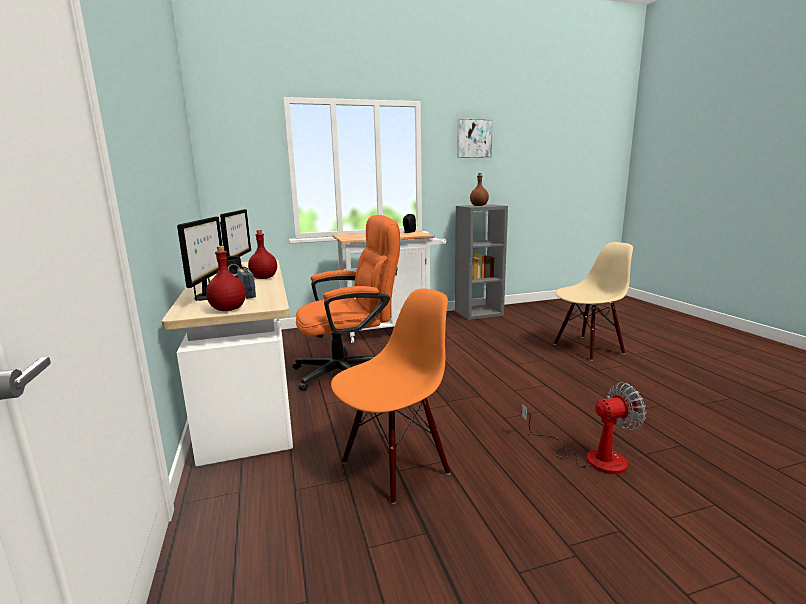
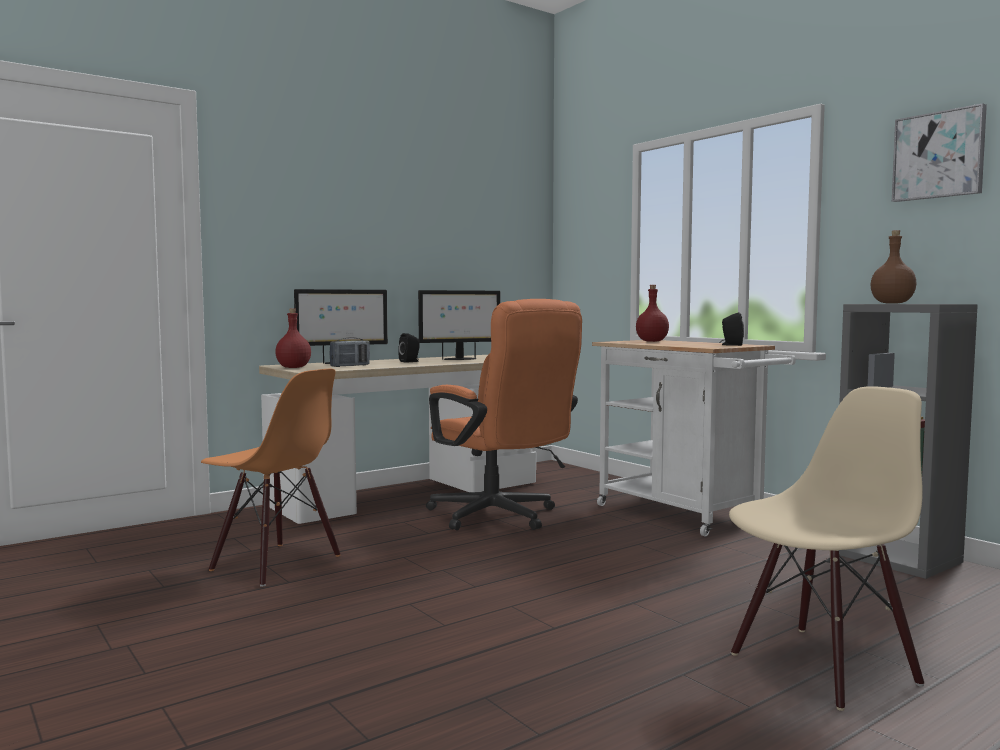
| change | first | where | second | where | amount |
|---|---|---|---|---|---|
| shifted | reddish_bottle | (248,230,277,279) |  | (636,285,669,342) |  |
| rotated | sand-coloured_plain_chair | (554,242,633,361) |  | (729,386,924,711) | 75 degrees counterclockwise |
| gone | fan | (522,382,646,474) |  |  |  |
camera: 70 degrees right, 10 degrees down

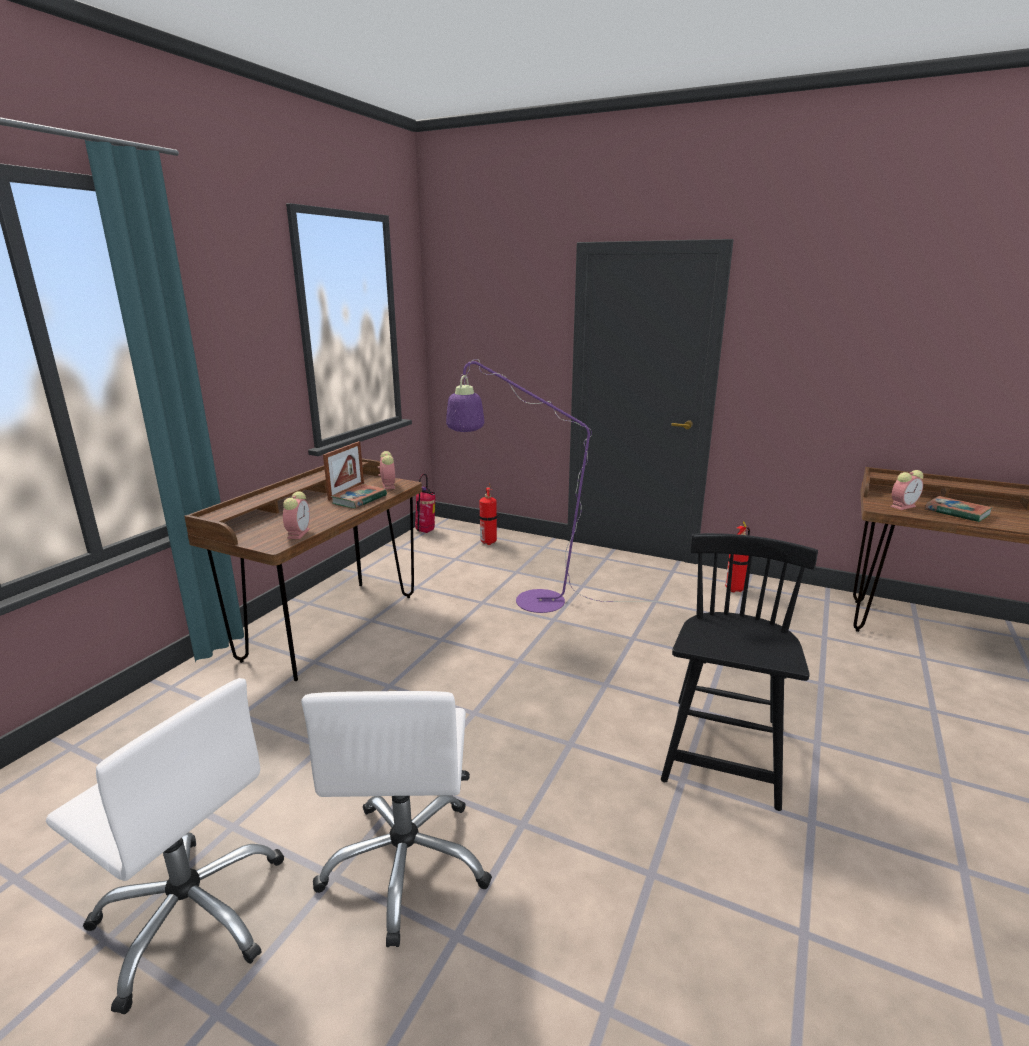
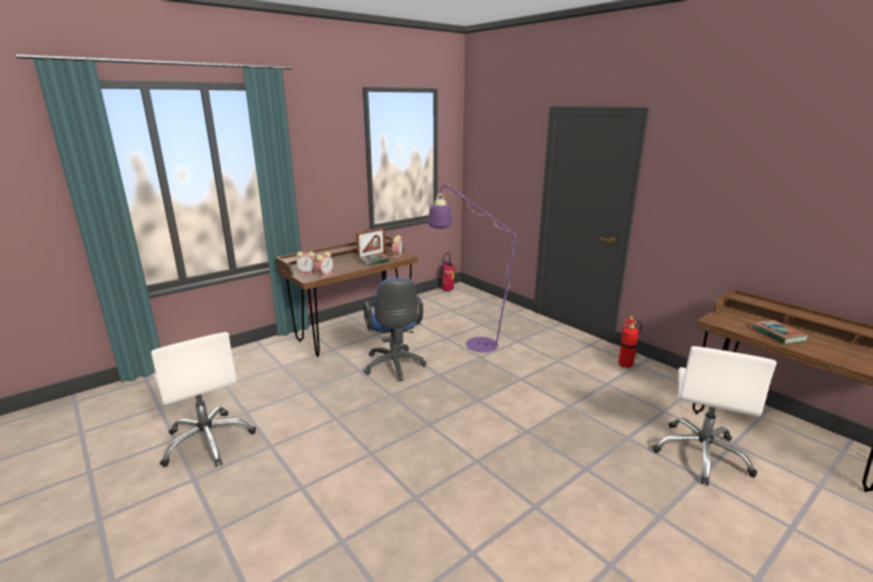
| change | first | where | second | where | amount |
|---|---|---|---|---|---|
| shifted | bedside_clock | (890,470,924,510) |  | (296,251,316,275) |  |
| new |  |  | blue_desk_chair | (364,278,426,381) |  |
| shifted | white-coloured_desk_chair | (301,691,492,947) |  | (652,346,777,486) |  |
| gone | extinguisher | (479,483,497,545) |  |  |  |
| gone | blackish_plain_chair | (661,533,818,811) |  |  |  |
camera: 25 degrees right, 0 degrees up

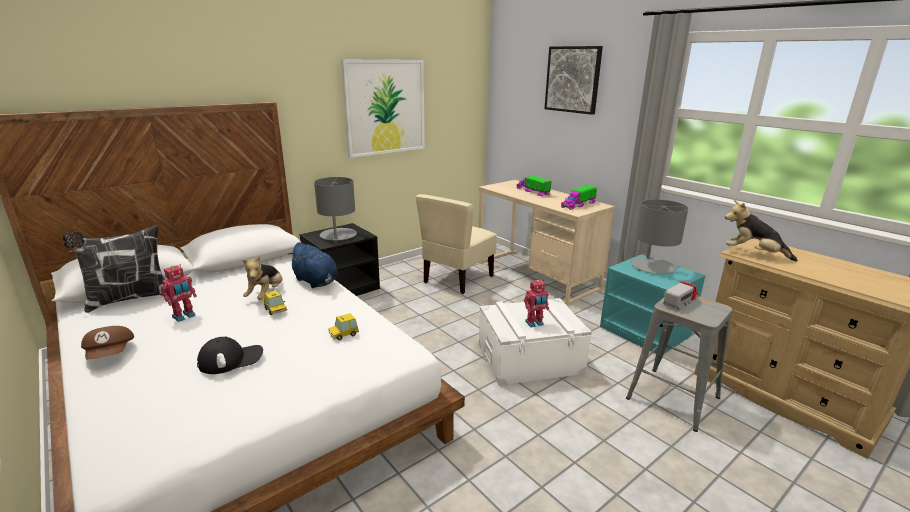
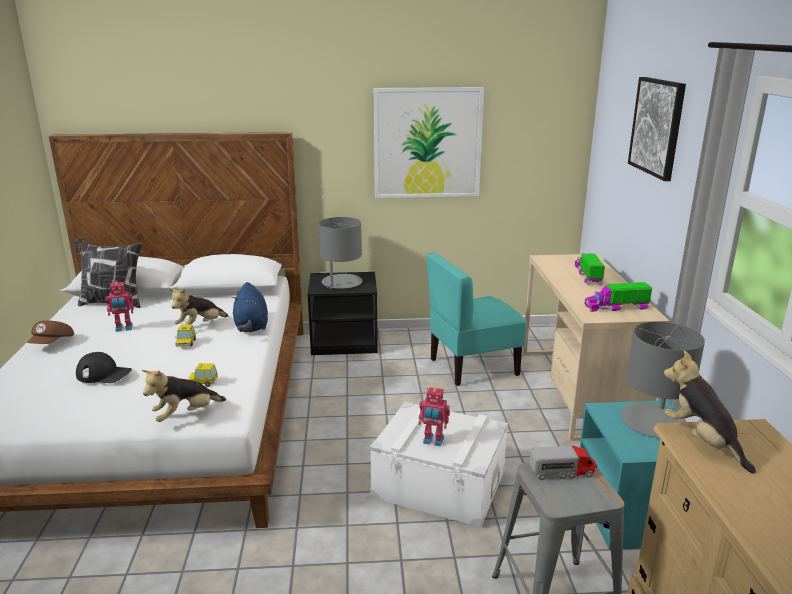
| change | first | where | second | where | amount |
|---|---|---|---|---|---|
| new |  |  | soft_toy | (142,370,226,422) |  |
| repainted | sand-coloured_plain_chair | (416,194,497,294) | turquoise-coloured_plain_chair | (426,253,527,386) |  |
camera: 35 degrees right, 0 degrees up

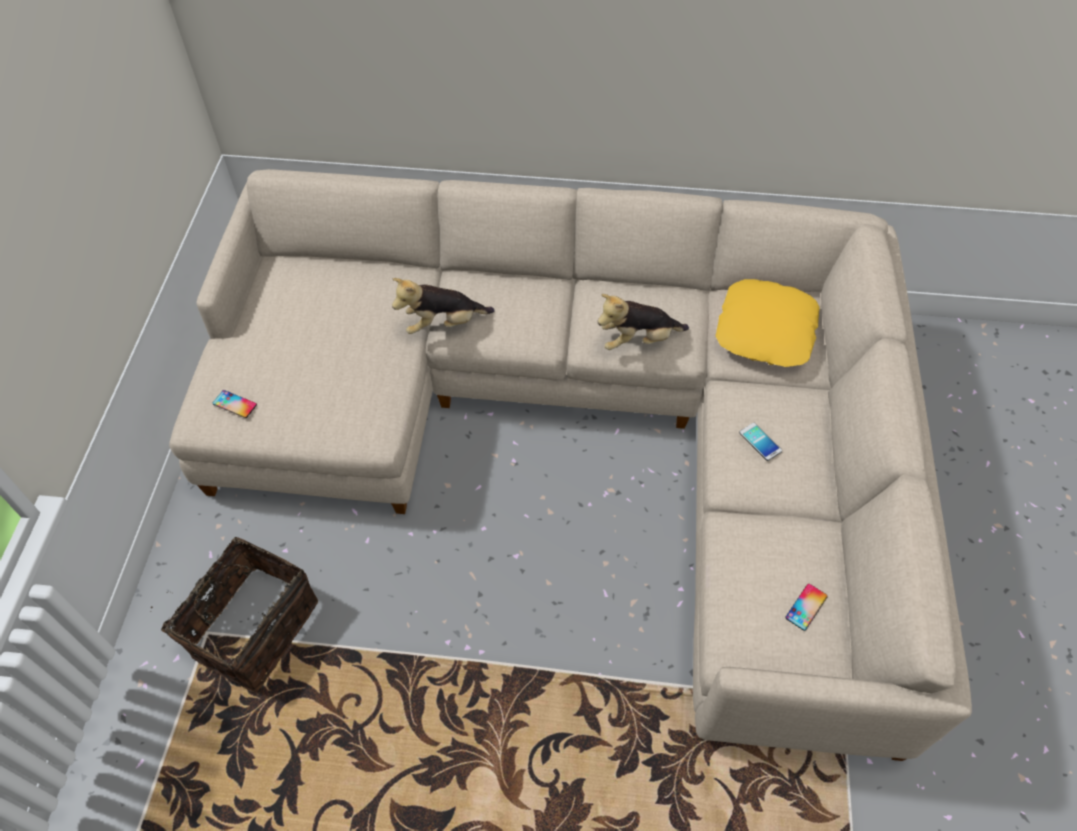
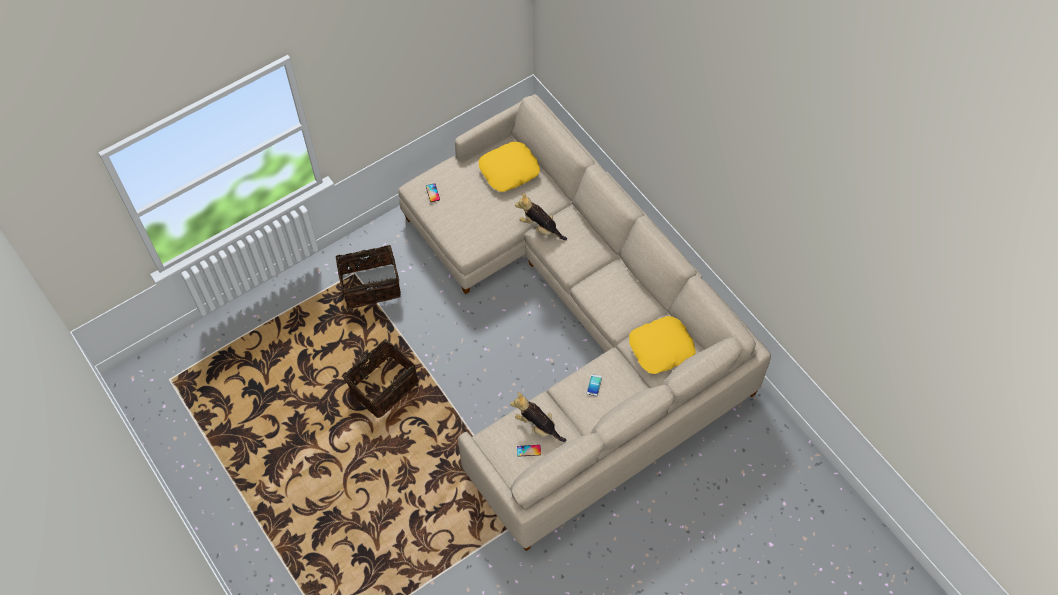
| change | first | where | second | where | amount |
|---|---|---|---|---|---|
| new |  |  | basket | (342,339,419,418) |  |
| new |  |  | yellow_pillow | (479,142,540,192) |  |
| shifted | soft_toy | (598,294,689,350) |  | (510,392,567,442) |  |
camera: 50 degrees right, 5 degrees up

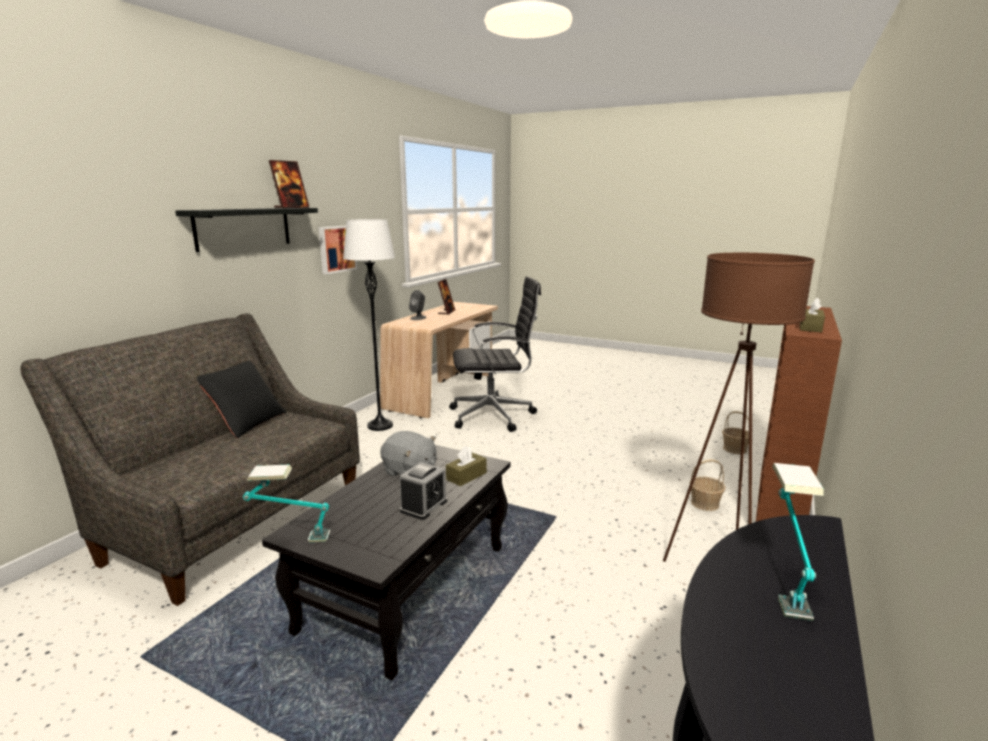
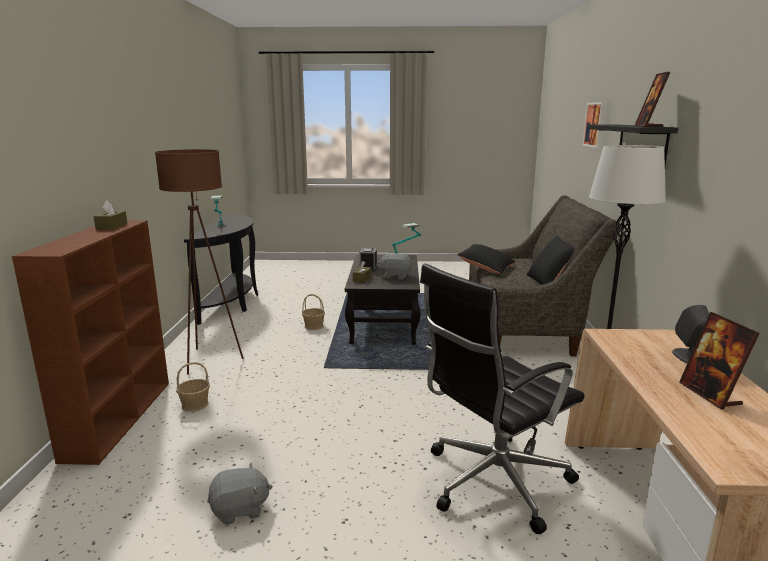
| change | first | where | second | where | amount |
|---|---|---|---|---|---|
| new |  |  | greyish_soft_toy | (207,462,273,525) |  |
| shifted | basket | (722,411,749,454) |  | (302,294,325,330) |  |
| new |  |  | blackish_pillow | (457,244,515,274) |  |
| shifted | wall_picture | (319,226,357,274) |  | (582,102,607,148) |  |
camera: 155 degrees right, 0 degrees up

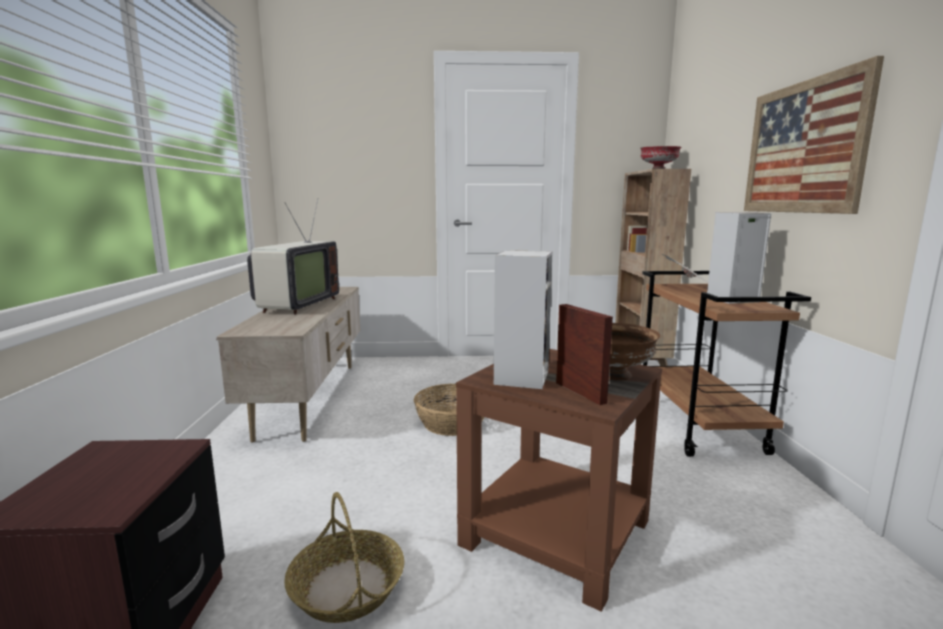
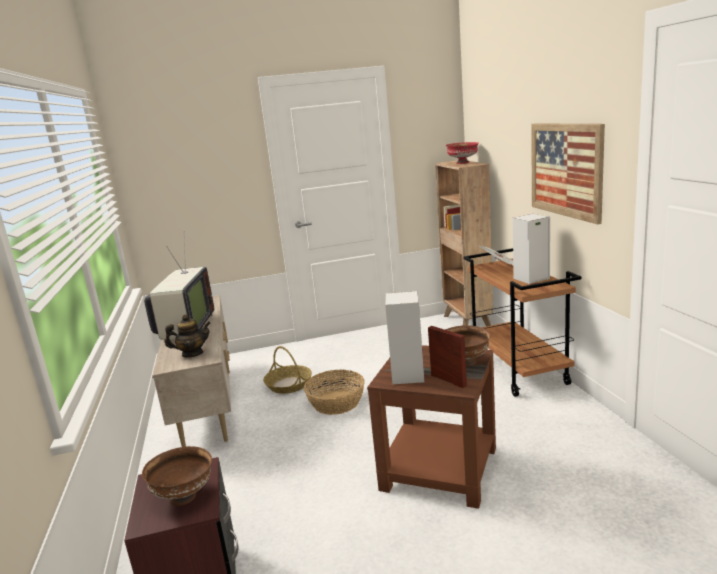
| change | first | where | second | where | amount |
|---|---|---|---|---|---|
| new |  |  | brownish_bowl | (142,446,212,506) |  |
| new |  |  | teapot | (165,314,211,358) |  |
| shifted | basket | (284,492,404,623) |  | (263,346,312,394) |  |
camera: 10 degrees left, 5 degrees up

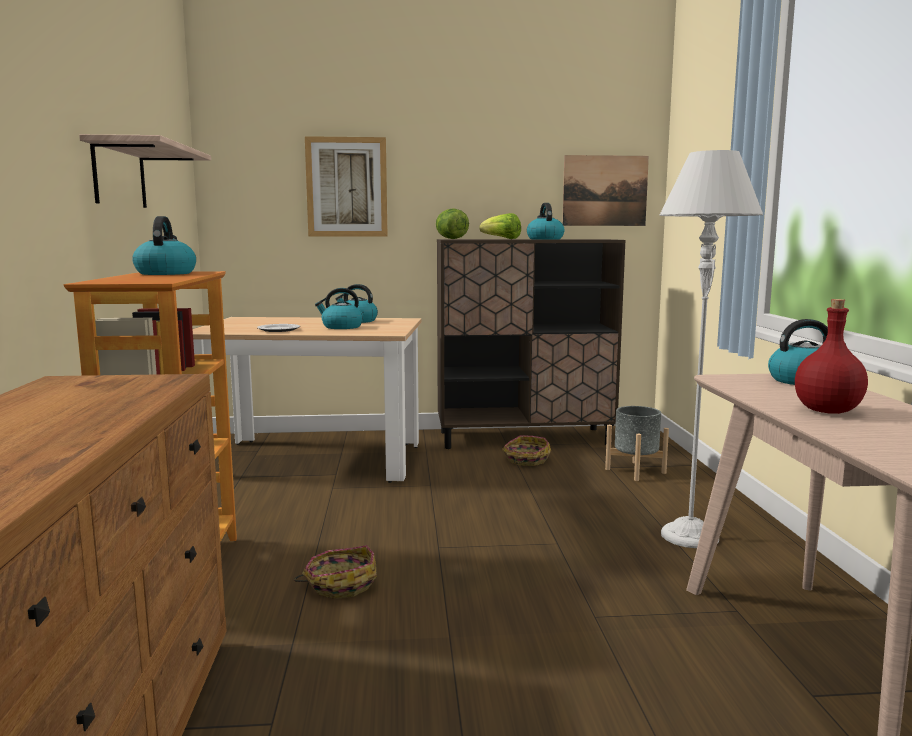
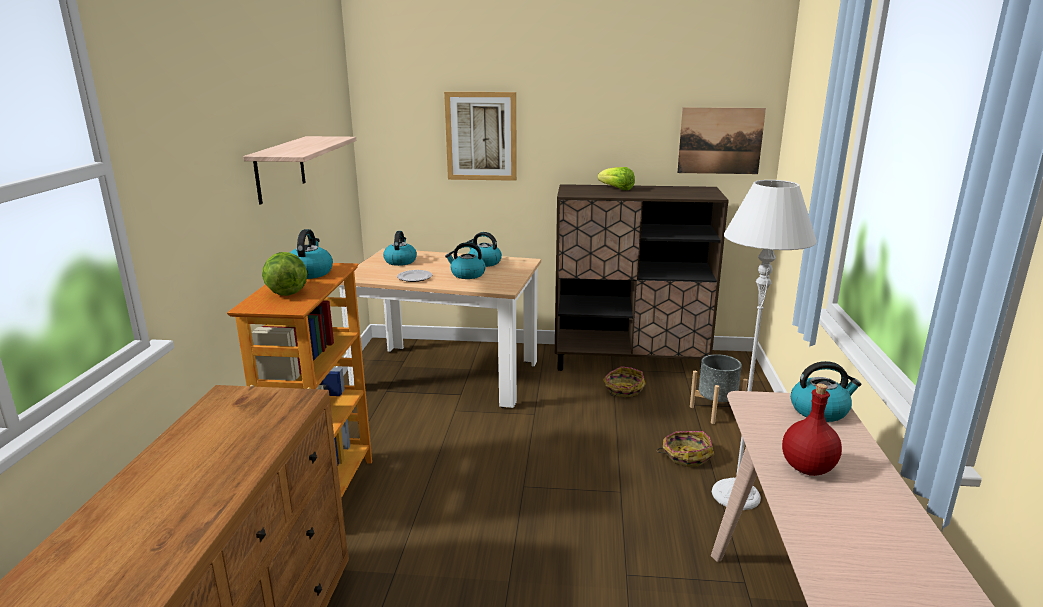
| change | first | where | second | where | amount |
|---|---|---|---|---|---|
| shifted | head_of_lettuce | (436,209,469,239) |  | (262,252,307,296) |  |
| shifted | tea_kettle | (527,203,564,239) |  | (383,231,417,266) |  |
| shifted | basket | (294,545,377,599) |  | (657,431,714,467) |  |
camera: 10 degrees right, 10 degrees up

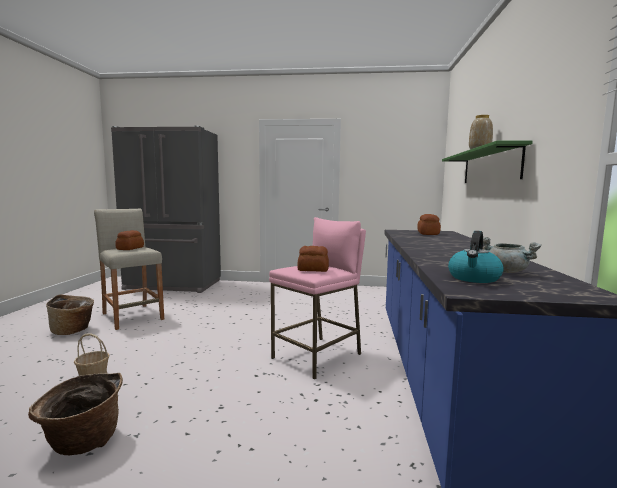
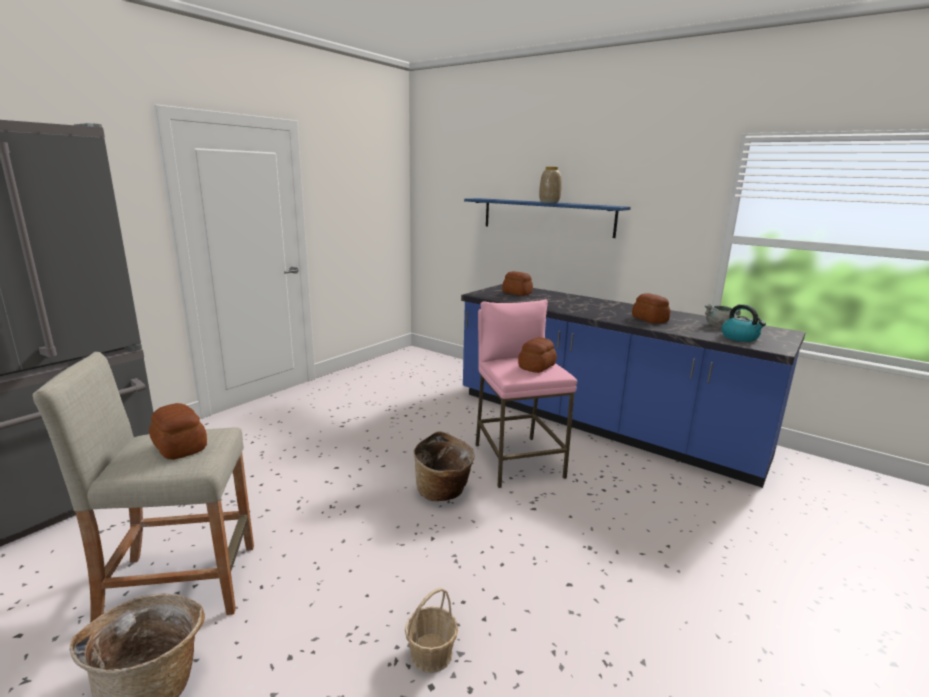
| change | first | where | second | where | amount |
|---|---|---|---|---|---|
| shifted | basket | (28,373,123,455) |  | (414,431,475,501) |  |
| repainted | green_shelf | (442,140,533,183) | blue_shelf | (464,198,631,238) |  |
| new |  |  | baked_bread | (632,293,670,324) |  |
camera: 60 degrees left, 10 degrees up

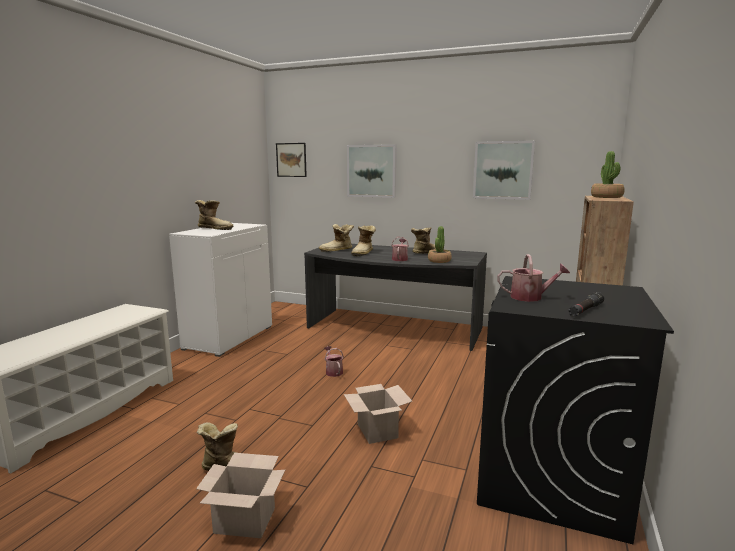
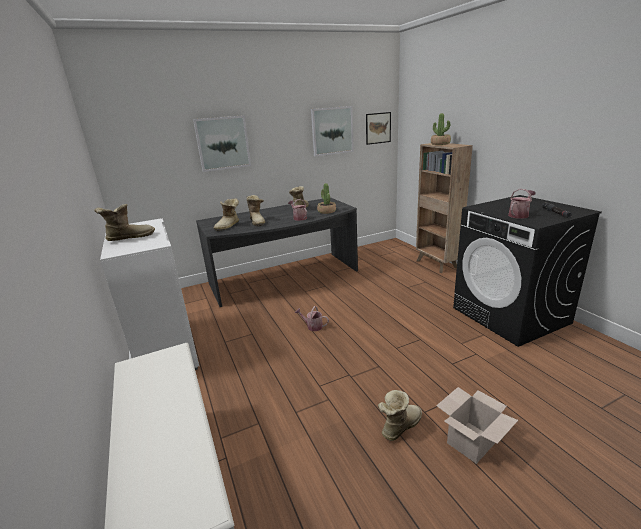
| change | first | where | second | where | amount |
|---|---|---|---|---|---|
| shifted | wall_picture | (276,143,307,177) |  | (366,112,391,145) |  |
| gone | carton | (344,384,412,444) |  |  |  |
camera: 45 degrees left, 10 degrees up

